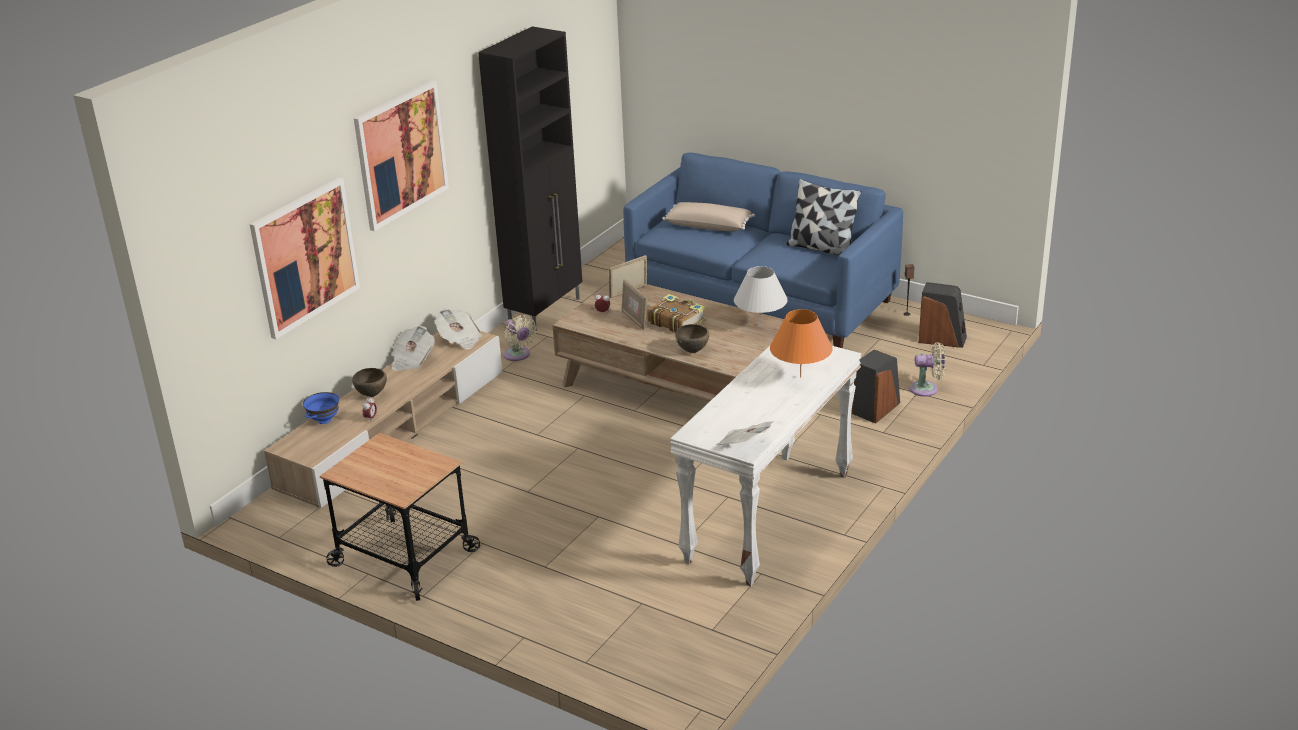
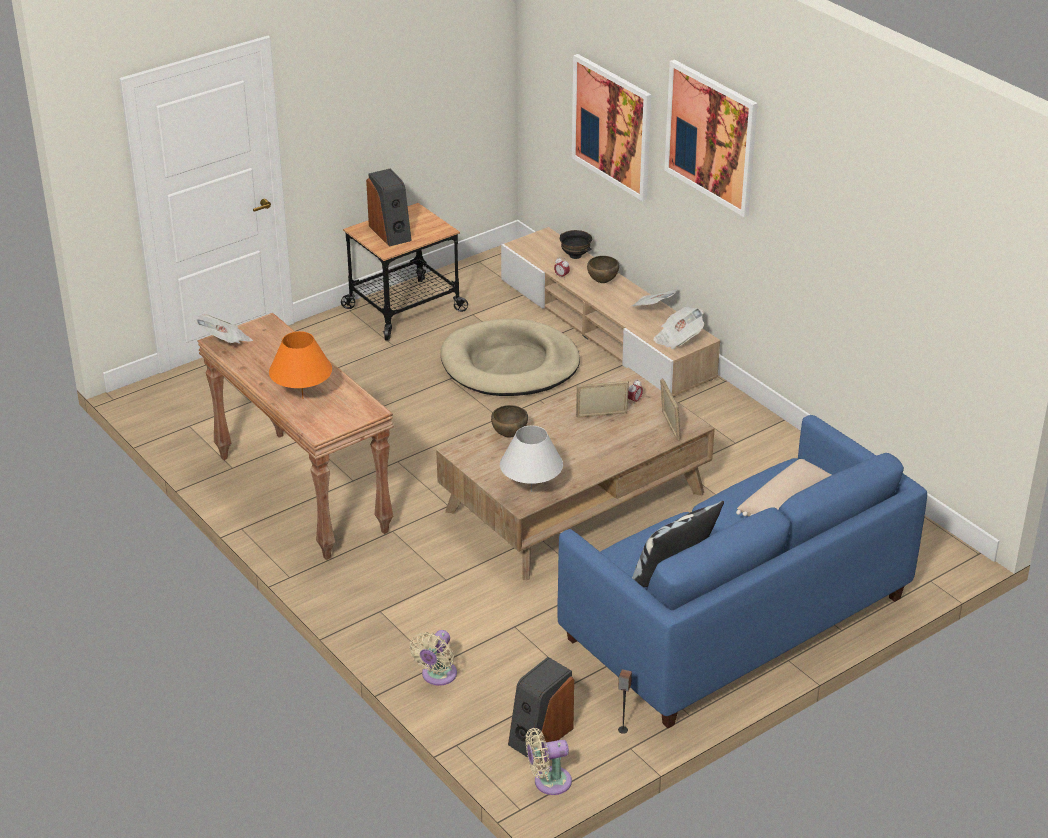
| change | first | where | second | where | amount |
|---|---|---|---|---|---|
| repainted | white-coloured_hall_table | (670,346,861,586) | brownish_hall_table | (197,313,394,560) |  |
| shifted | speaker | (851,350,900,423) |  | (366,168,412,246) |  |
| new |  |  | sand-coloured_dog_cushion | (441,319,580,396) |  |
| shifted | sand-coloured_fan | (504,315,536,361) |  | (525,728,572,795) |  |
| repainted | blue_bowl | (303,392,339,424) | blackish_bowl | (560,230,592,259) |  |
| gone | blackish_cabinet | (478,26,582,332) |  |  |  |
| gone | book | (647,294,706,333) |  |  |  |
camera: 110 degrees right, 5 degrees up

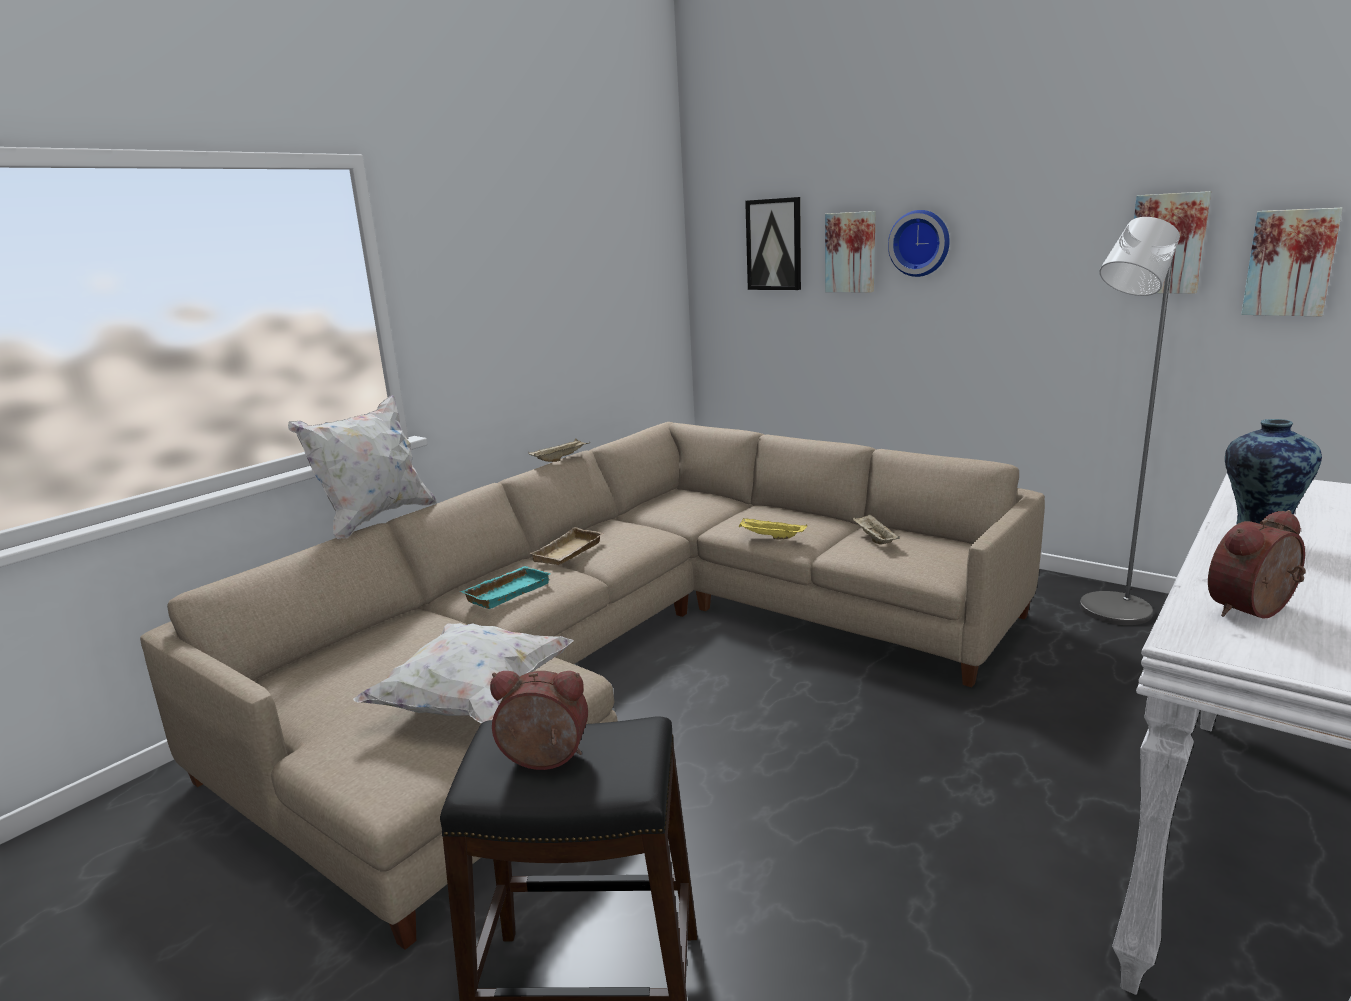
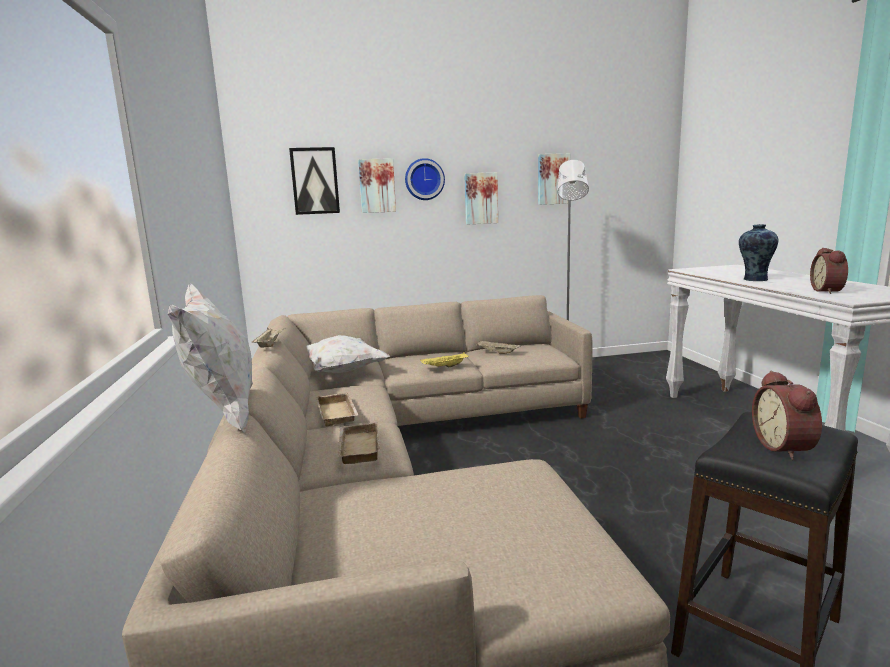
| change | first | where | second | where | amount |
|---|---|---|---|---|---|
| shifted | white-coloured_pillow | (353,623,574,723) |  | (306,335,390,373) |  |
| repainted | turquoise-coloured_tray | (460,566,551,609) | sand-coloured_tray | (338,422,380,464) |  |
| shifted | wall_picture | (1241,208,1343,316) |  | (464,172,498,225) |  |
| rotated | bedside_clock | (490,671,588,770) |  | (752,370,822,460) | 45 degrees counterclockwise |
camera: 50 degrees left, 5 degrees down

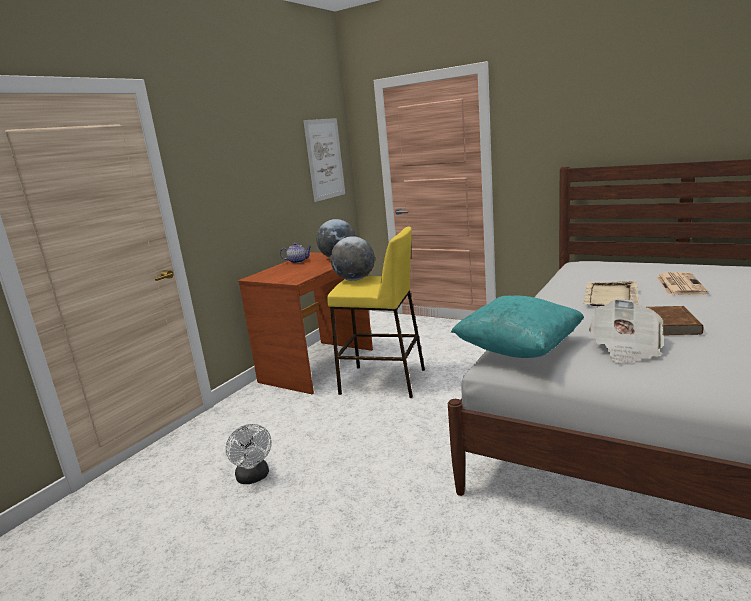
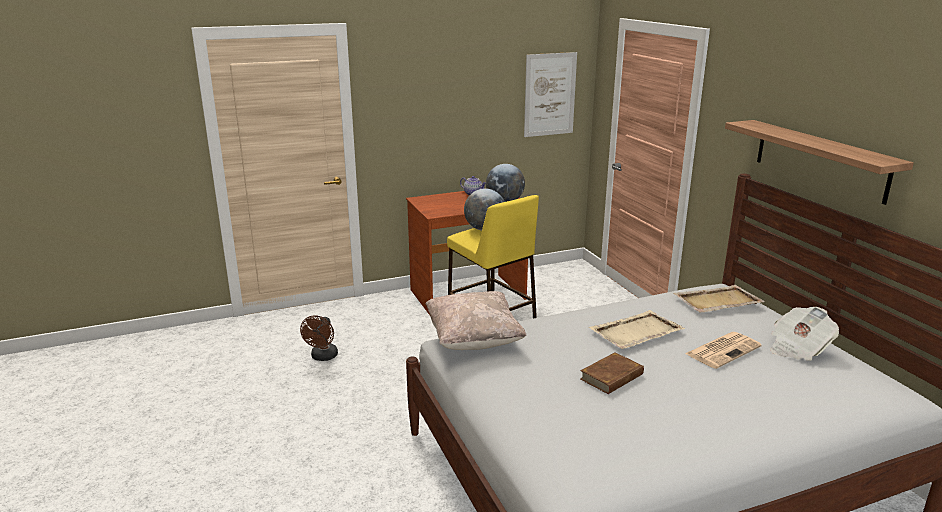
| change | first | where | second | where | amount |
|---|---|---|---|---|---|
| repainted | white-coloured_fan | (226,424,272,484) | brownish_fan | (300,315,338,361) |  |
| repainted | turquoise-coloured_pillow | (451,296,584,358) | sand-coloured_pillow | (426,291,526,350) |  |
| new |  |  | sand-coloured_tray | (673,285,765,313) |  |
| new |  |  | shelf | (725,120,914,205) |  |
| shifted | daily_paper | (589,299,663,364) |  | (770,307,839,361) |  |
camera: 35 degrees right, 5 degrees up

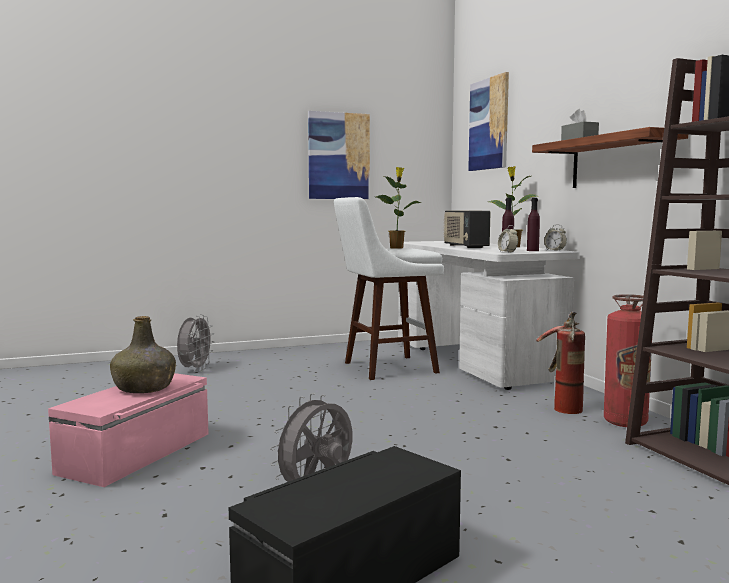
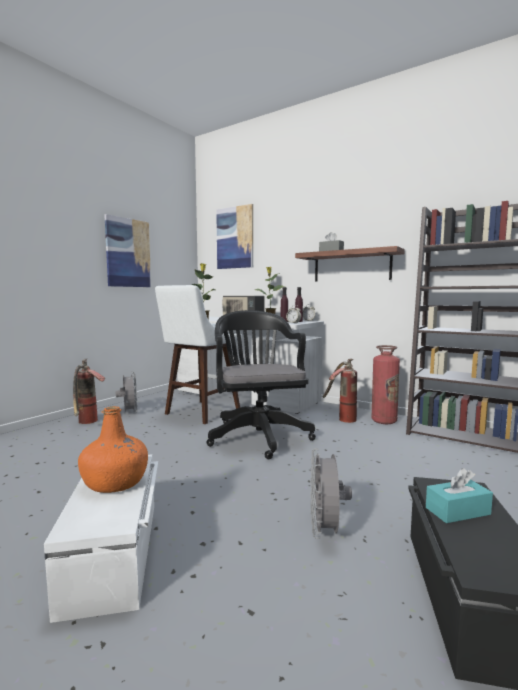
| change | first | where | second | where | amount |
|---|---|---|---|---|---|
| repainted | pinkish_storage_bin | (48,373,209,487) | white-coloured_storage_bin | (44,454,158,623) |  |
| new |  |  | extinguisher | (73,359,105,424) |  |
| repainted | green_bottle | (110,316,176,393) | orangey_bottle | (78,406,148,493) |  |
| shifted | greyish_fan | (177,314,214,371) |  | (116,373,138,413) |  |
| new |  |  | blackish_desk_chair | (206,310,316,459) |  |
| new |  |  | turquoise-coloured_tissue_box | (426,468,493,523) |  |
camera: 35 degrees left, 0 degrees up

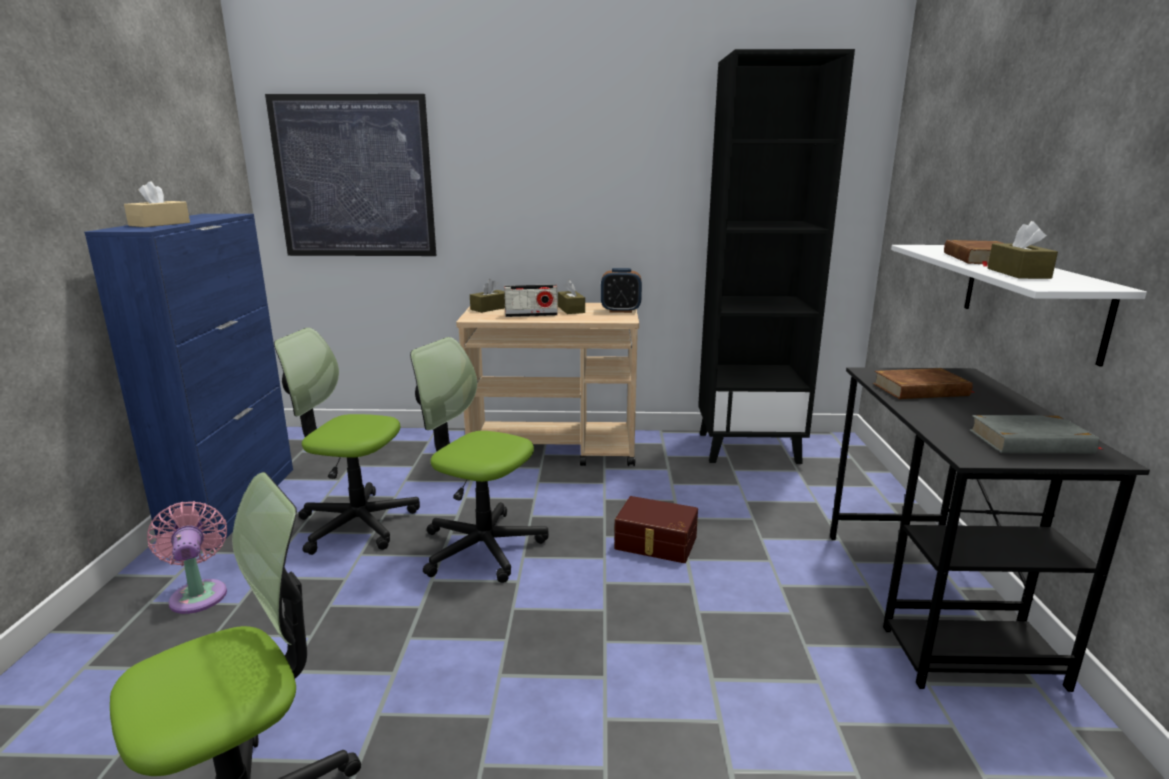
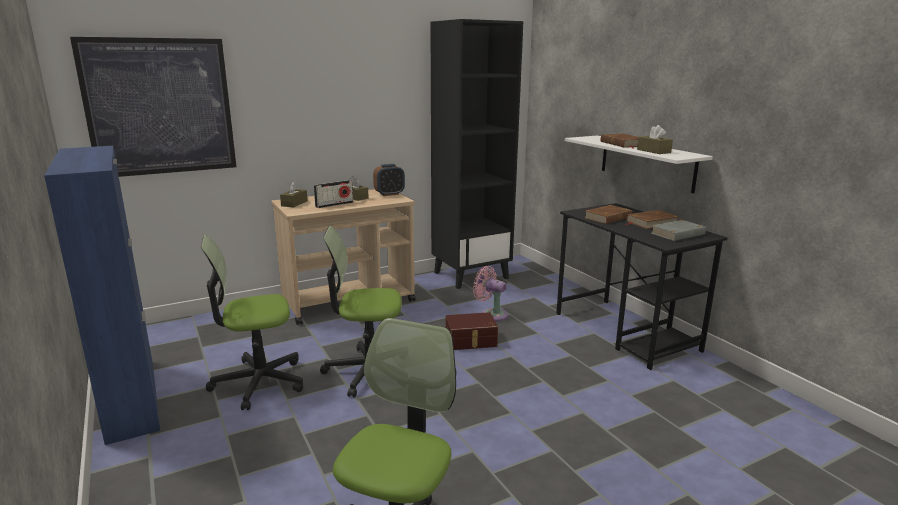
| change | first | where | second | where | amount |
|---|---|---|---|---|---|
| shifted | pinkish_fan | (147,501,227,614) |  | (473,266,508,321) |  |
| new |  |  | brownish_book | (626,210,679,229) |  |
| gone | sand-coloured_tissue_box | (124,181,190,227) |  |  |  |
camera: 30 degrees left, 0 degrees up

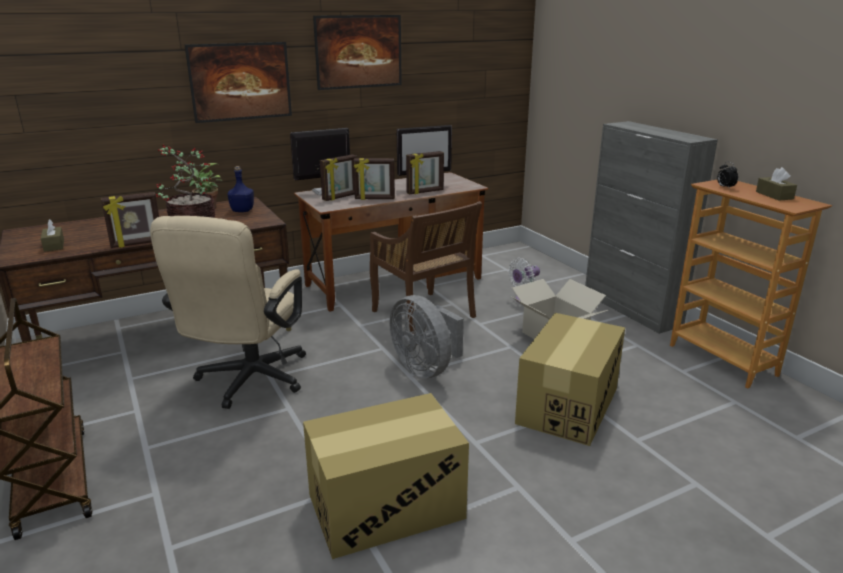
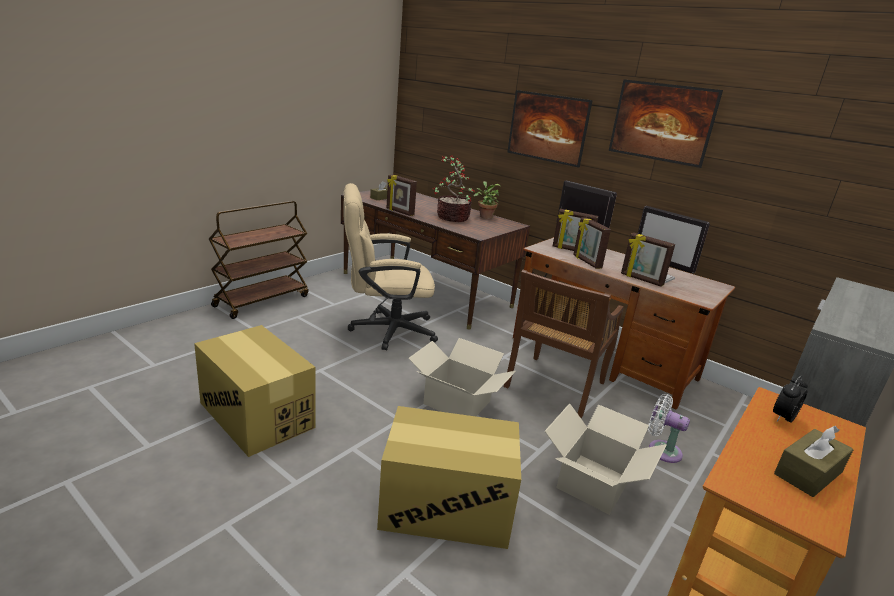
| change | first | where | second | where | amount |
|---|---|---|---|---|---|
| swapped | greyish_fan | (389,295,464,378) | carton | (408,338,516,416) |  |
| gone | blue_bottle | (227,166,254,212) |  |  |  |
camera: 65 degrees right, 0 degrees up

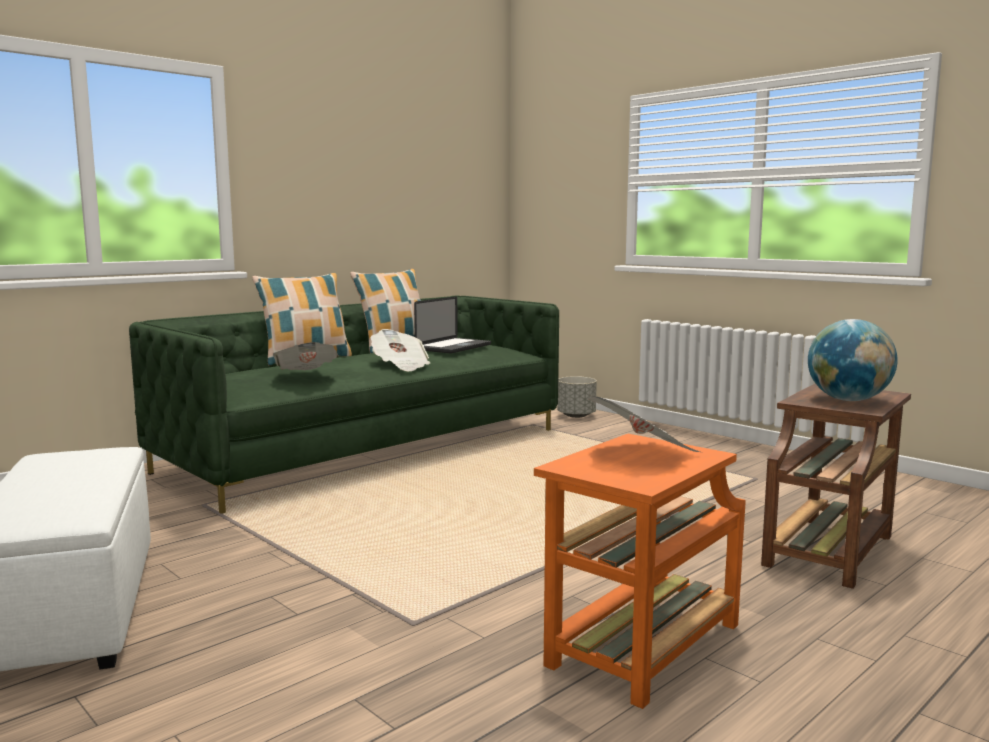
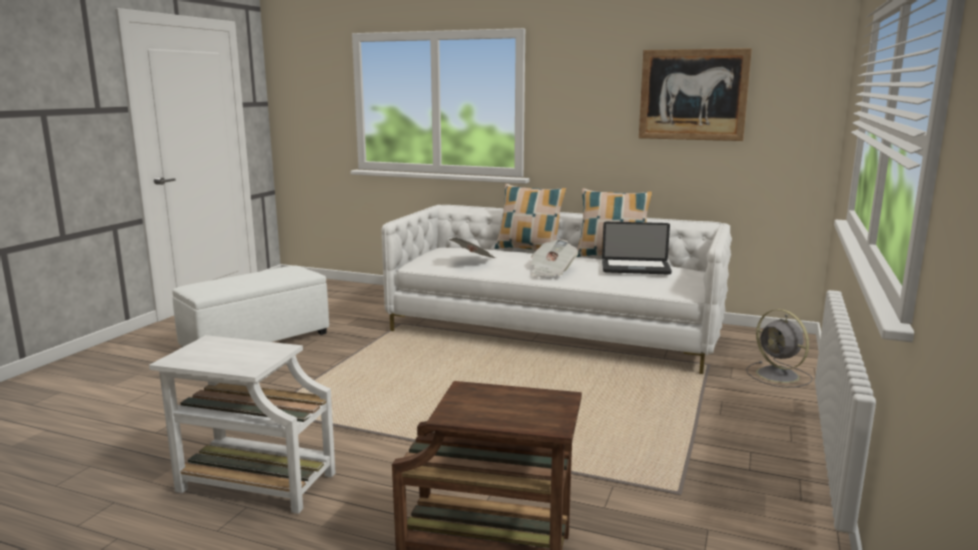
| change | first | where | second | where | amount |
|---|---|---|---|---|---|
| repainted | orangey_side_table | (534,434,746,709) | white-coloured_side_table | (149,335,336,514) |  |
| repainted | green_settee | (129,296,559,514) | white-coloured_settee | (382,205,732,374) |  |
| new |  |  | wall_picture | (639,48,752,141) |  |
| swapped | greyish_planter | (557,376,597,418) | greyish_fan | (746,309,813,388) |  |
| gone | daily_paper | (587,396,700,452) |  |  |  |
| gone | world_globe | (808,319,898,401) |  |  |  |
camera: 65 degrees right, 5 degrees up

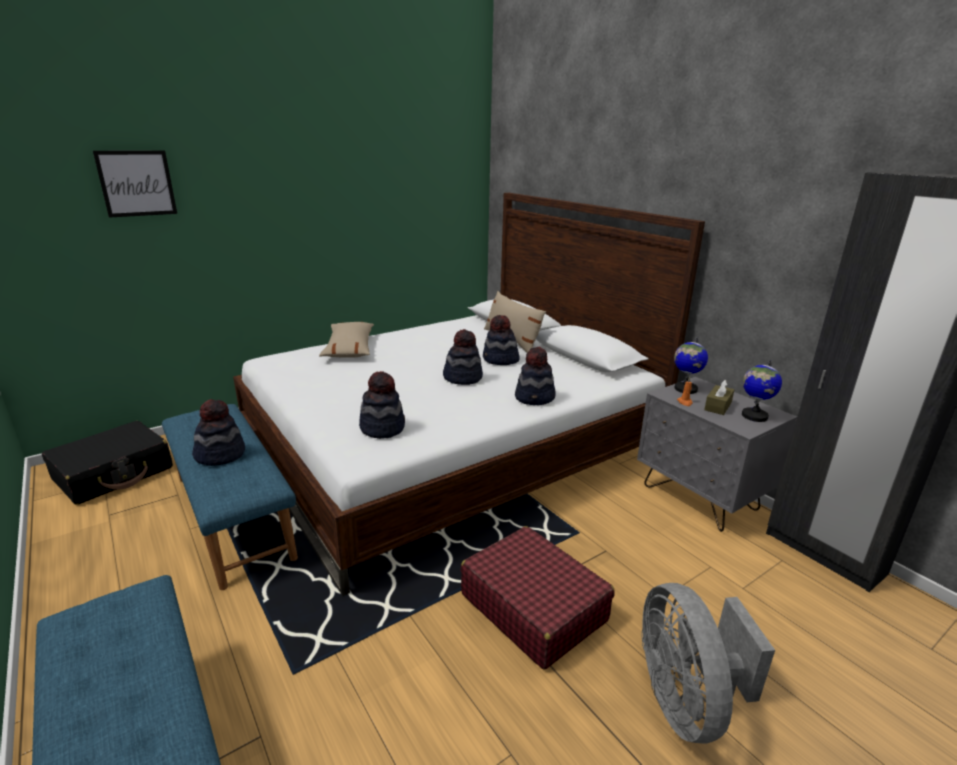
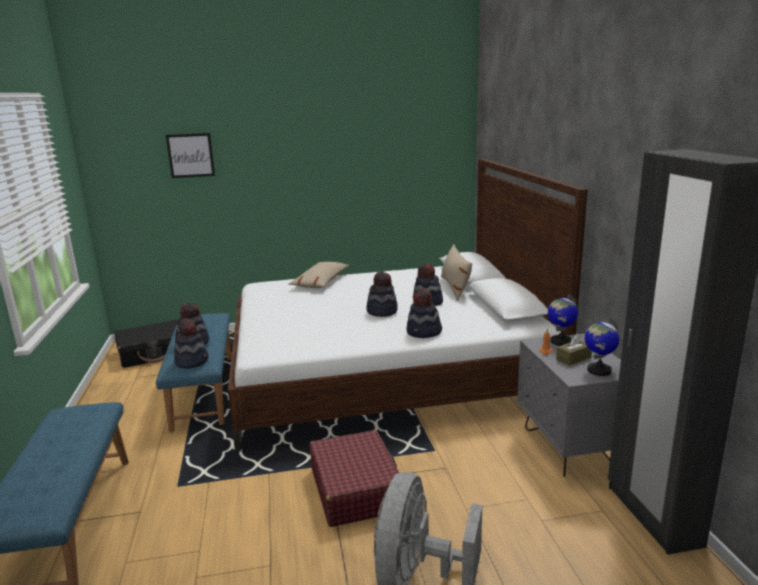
| change | first | where | second | where | amount |
|---|---|---|---|---|---|
| shifted | clothing_hat | (359,371,405,439) |  | (174,319,208,369) |  |
camera: 25 degrees right, 5 degrees down

